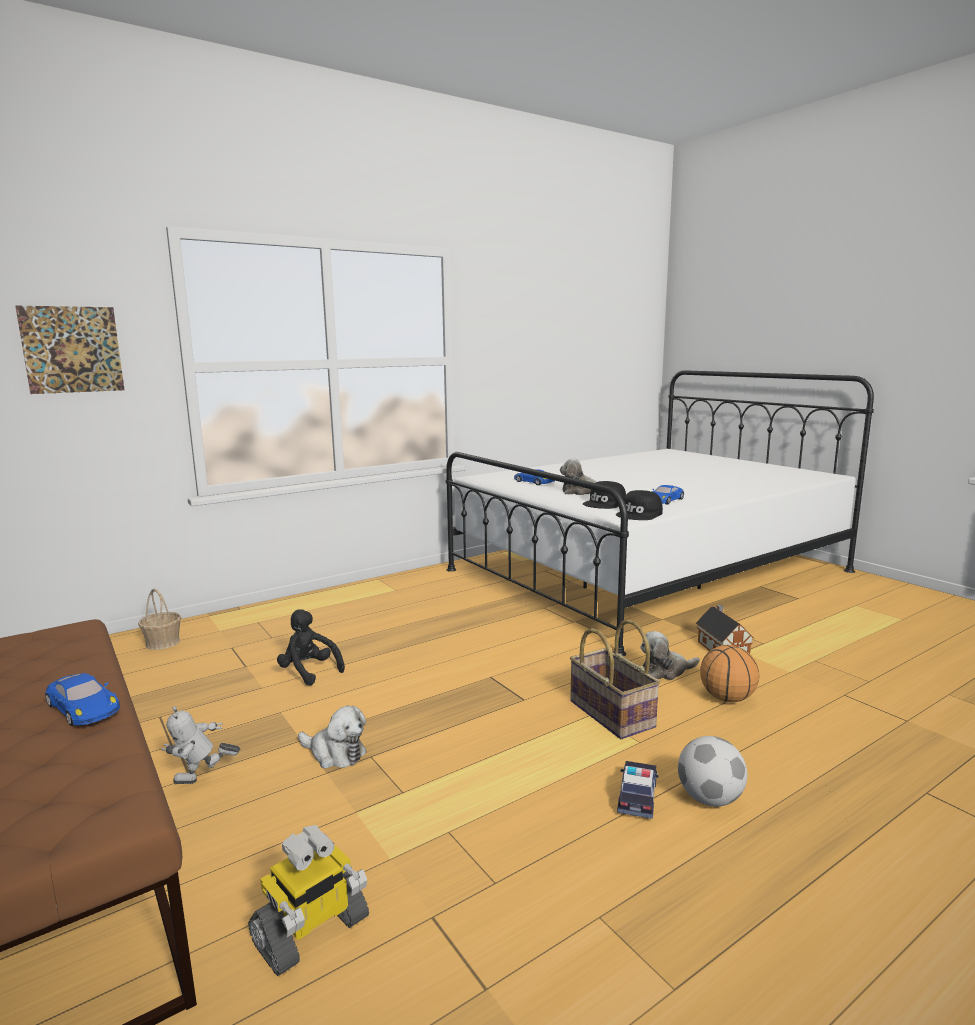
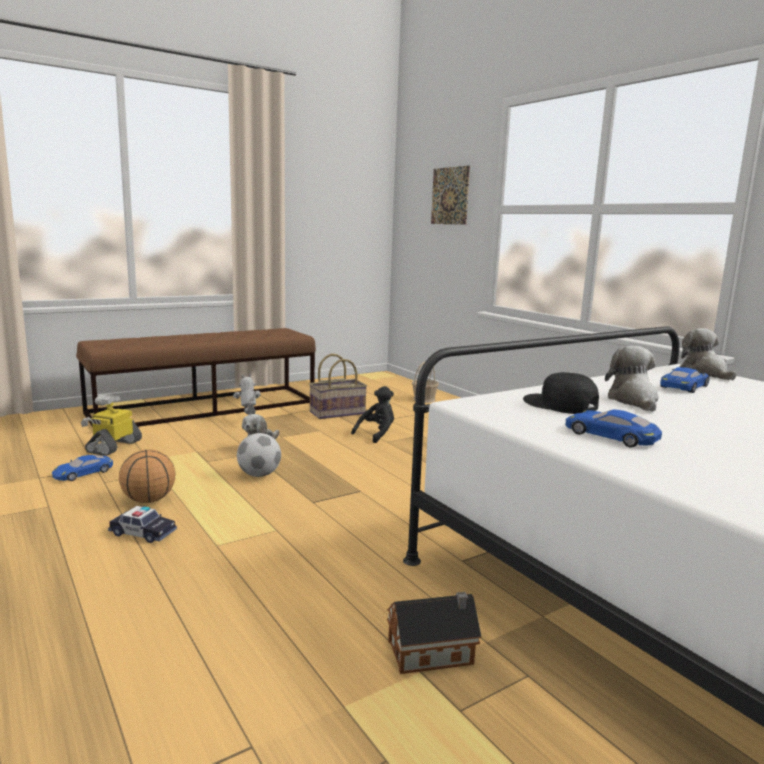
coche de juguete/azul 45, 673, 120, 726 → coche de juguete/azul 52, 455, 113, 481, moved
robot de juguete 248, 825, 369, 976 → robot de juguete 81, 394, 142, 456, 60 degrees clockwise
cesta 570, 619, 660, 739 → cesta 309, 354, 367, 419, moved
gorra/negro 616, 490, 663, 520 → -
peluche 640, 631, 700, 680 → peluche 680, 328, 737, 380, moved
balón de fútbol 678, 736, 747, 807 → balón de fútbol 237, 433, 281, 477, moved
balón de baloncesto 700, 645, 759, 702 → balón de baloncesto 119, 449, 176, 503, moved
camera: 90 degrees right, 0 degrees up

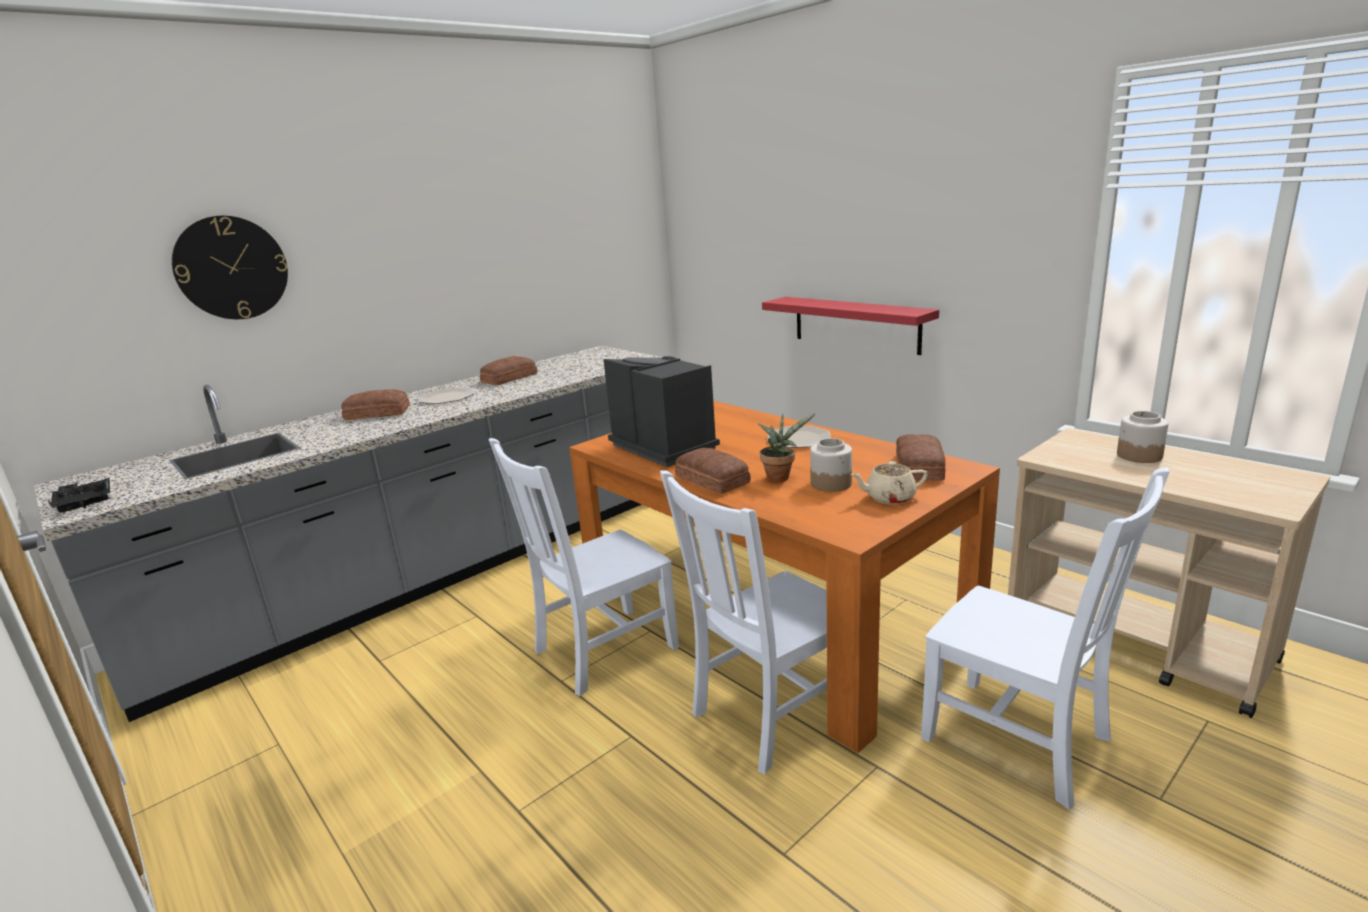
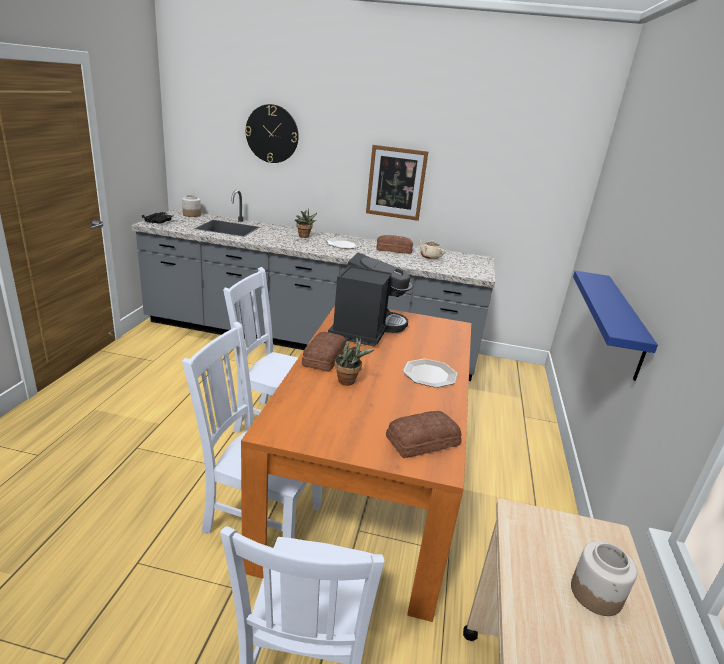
pan 341, 389, 410, 420 → planta en maceta 295, 208, 317, 238
estante/rojo 762, 297, 939, 355 → estante/azul 573, 271, 658, 381
tarro 810, 438, 852, 492 → tarro 182, 195, 201, 217, moved
tetera/beis 850, 461, 928, 504 → tetera/beis 419, 239, 445, 259, moved
- → cuadro 366, 145, 428, 221
camera: 50 degrees right, 5 degrees up

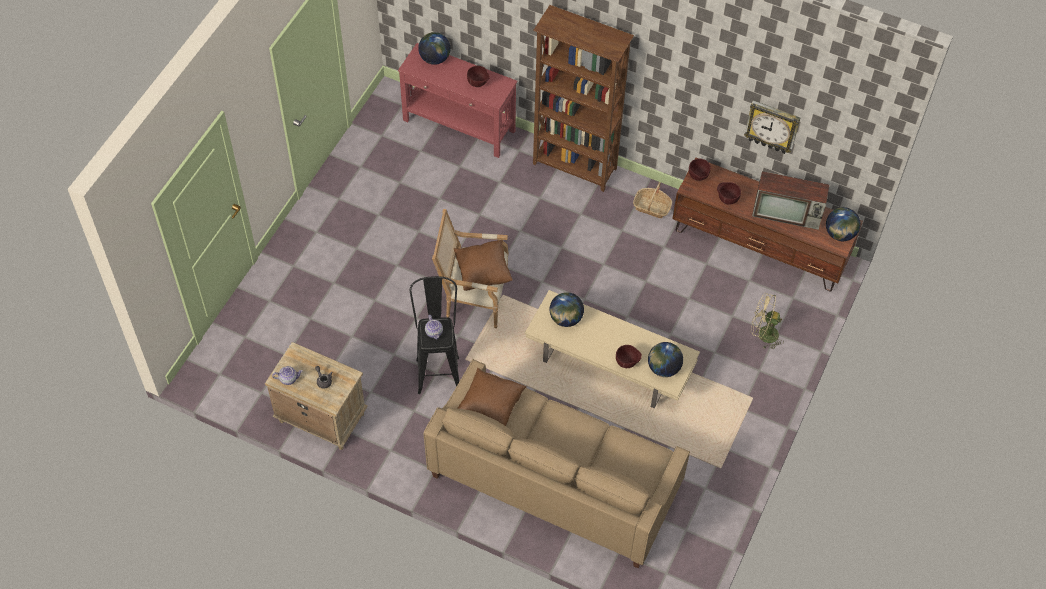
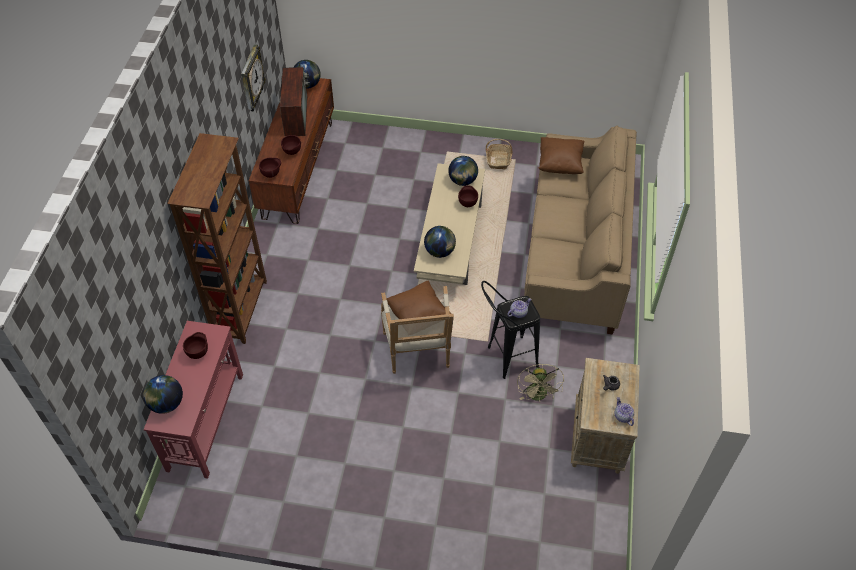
cojín/marrón 457, 368, 526, 426 → cojín/marrón 538, 137, 585, 174, moved
cesta 633, 182, 672, 218 → cesta 486, 139, 512, 170, moved
ventilador/beis 751, 293, 783, 349 → ventilador/beis 517, 364, 564, 402, moved
camera: 105 degrees left, 5 degrees down

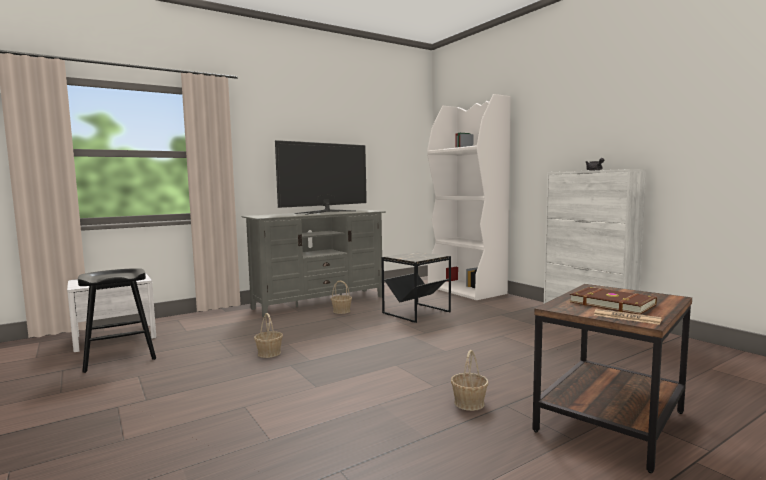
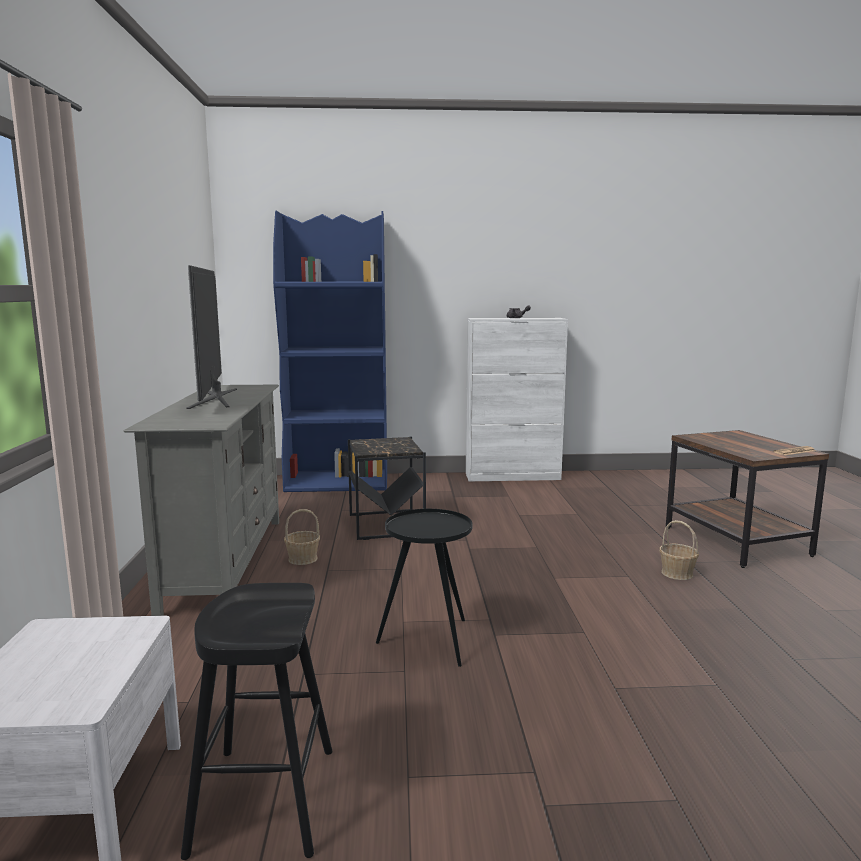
cesta 254, 313, 283, 358 → mesa auxiliar/negro 376, 509, 473, 667
estantería/blanco 427, 94, 511, 300 → estantería/azul 273, 210, 387, 492
libro/marrón 570, 287, 657, 315 → -
camera: 60 degrees left, 5 degrees up

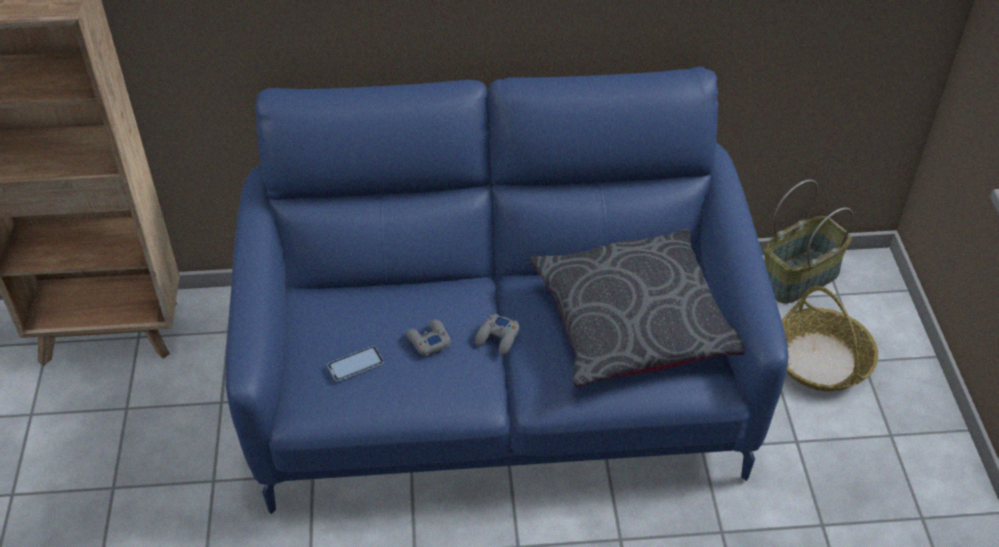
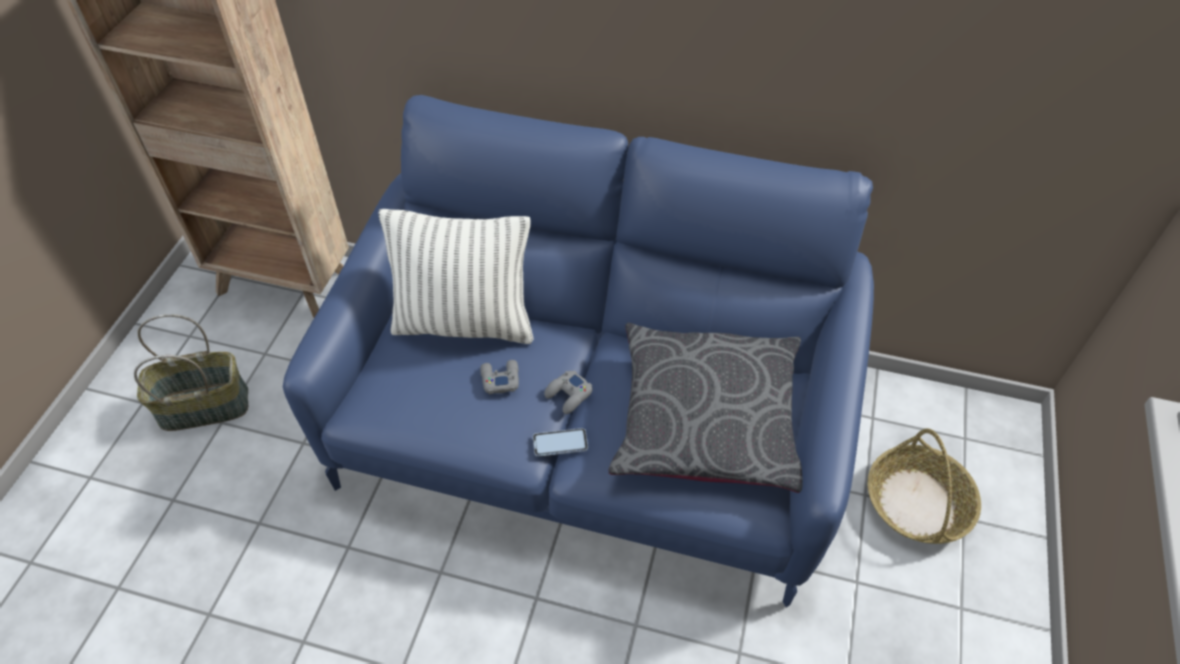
móvil 327, 346, 384, 382 → móvil 533, 428, 588, 457, moved
cesta 764, 180, 853, 304 → cesta 134, 314, 248, 431, moved
- → cojín 379, 209, 534, 344
camera: 20 degrees right, 5 degrees up

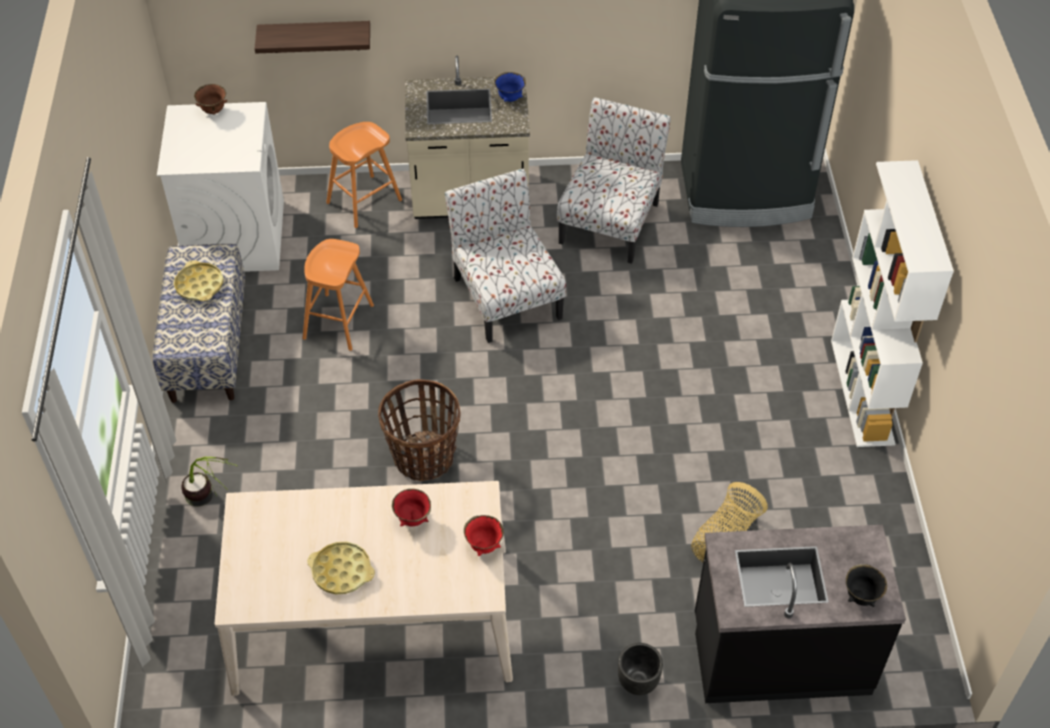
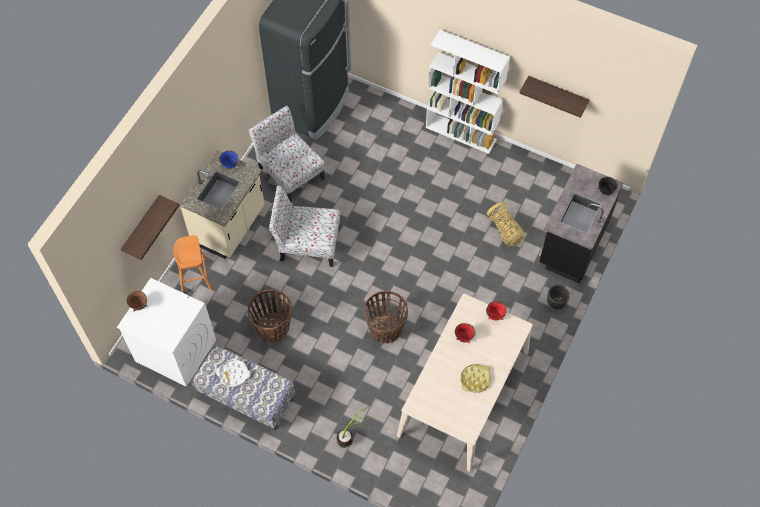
bandeja/amarillo 174, 260, 223, 301 → bandeja/blanco 216, 359, 251, 387
taburete/naranja 303, 239, 374, 351 → cesta 247, 289, 292, 342
- → estante 519, 76, 589, 118
camera: 60 degrees left, 10 degrees up

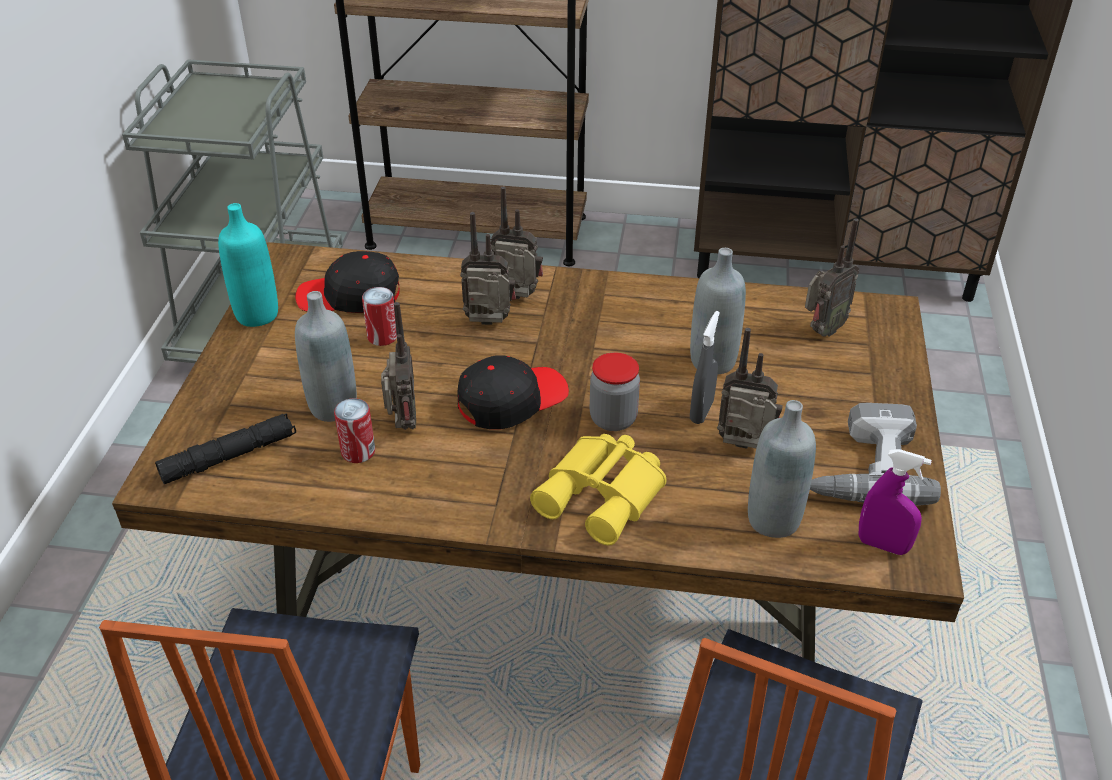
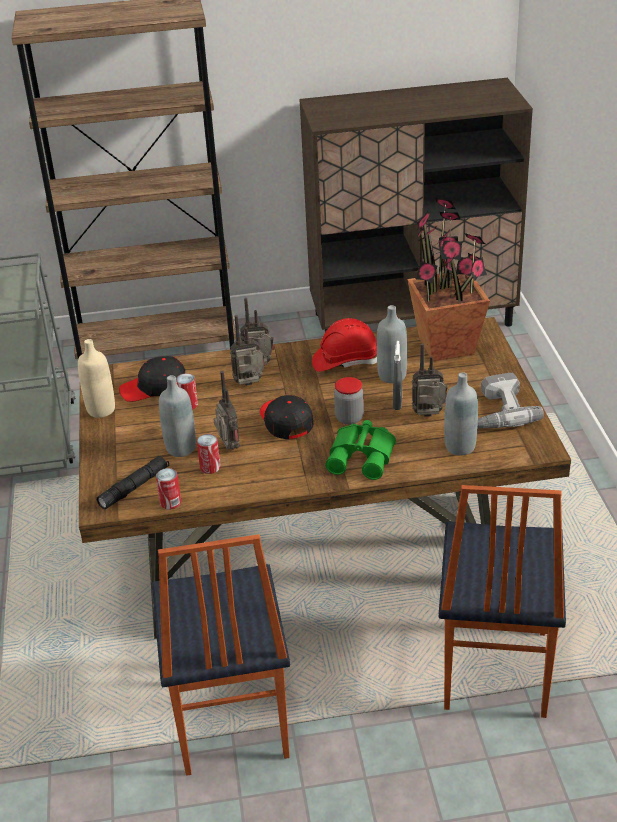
botella/turquesa 218, 203, 278, 327 → botella/beis 78, 339, 115, 418
gorra/negro 458, 355, 569, 429 → gorra/negro 260, 395, 314, 439, 60 degrees counterclockwise
prismáticos/amarillo 530, 434, 666, 546 → prismáticos/verde 325, 420, 396, 480
radio 805, 218, 859, 337 → planta en maceta 407, 198, 490, 361
pulverizador/morado 858, 449, 932, 555 → -
- → lata 156, 468, 181, 509
- → casco/rojo 312, 318, 377, 372
camera: 15 degrees left, 5 degrees down

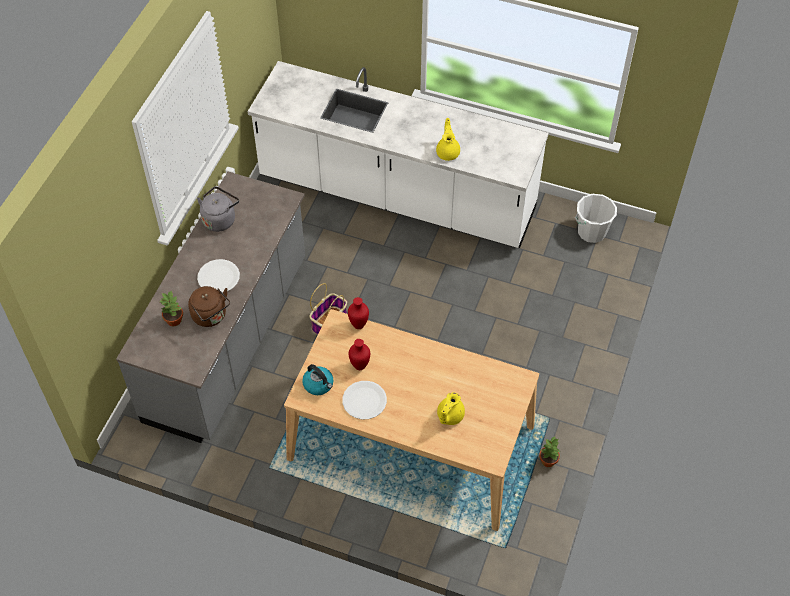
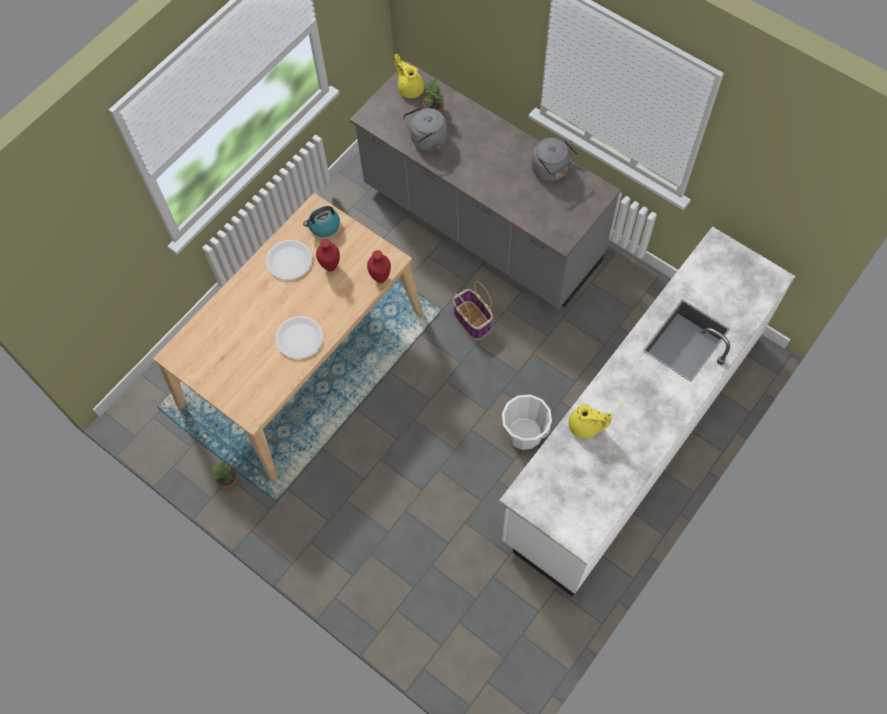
hervidor/marrón 188, 286, 230, 327 → hervidor/gris 403, 106, 447, 151
plato/blanco 197, 259, 240, 293 → plato/blanco 275, 316, 323, 359, moved
tetera/amarillo 437, 392, 465, 425 → tetera/amarillo 395, 54, 425, 98, moved
cubo/blanco 575, 194, 617, 243 → cubo/blanco 502, 394, 552, 450, moved
camera: 110 degrees right, 10 degrees up

